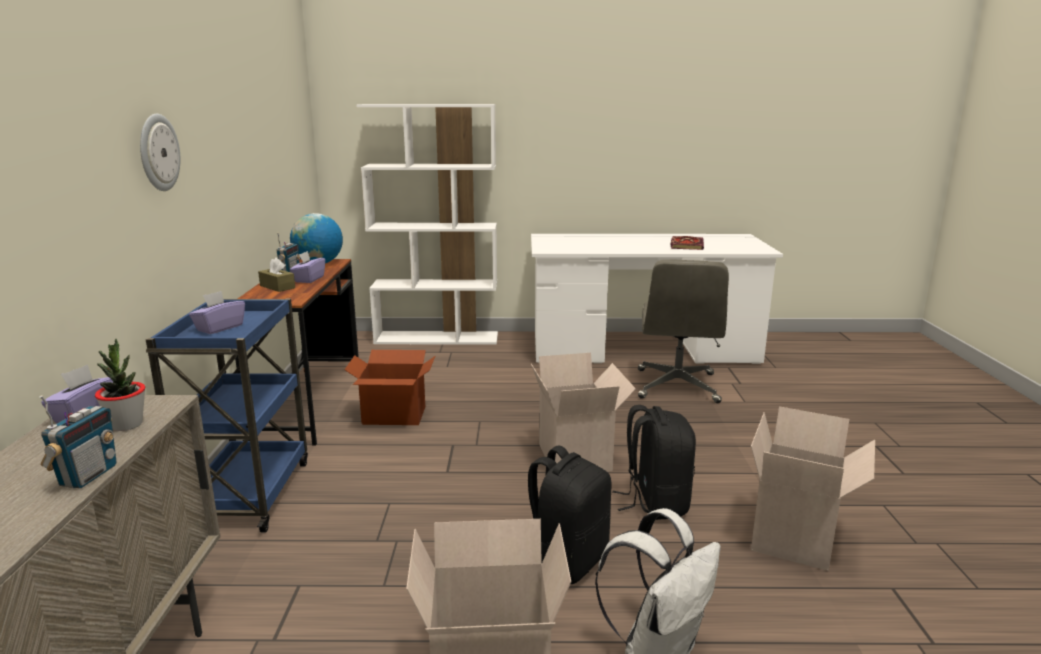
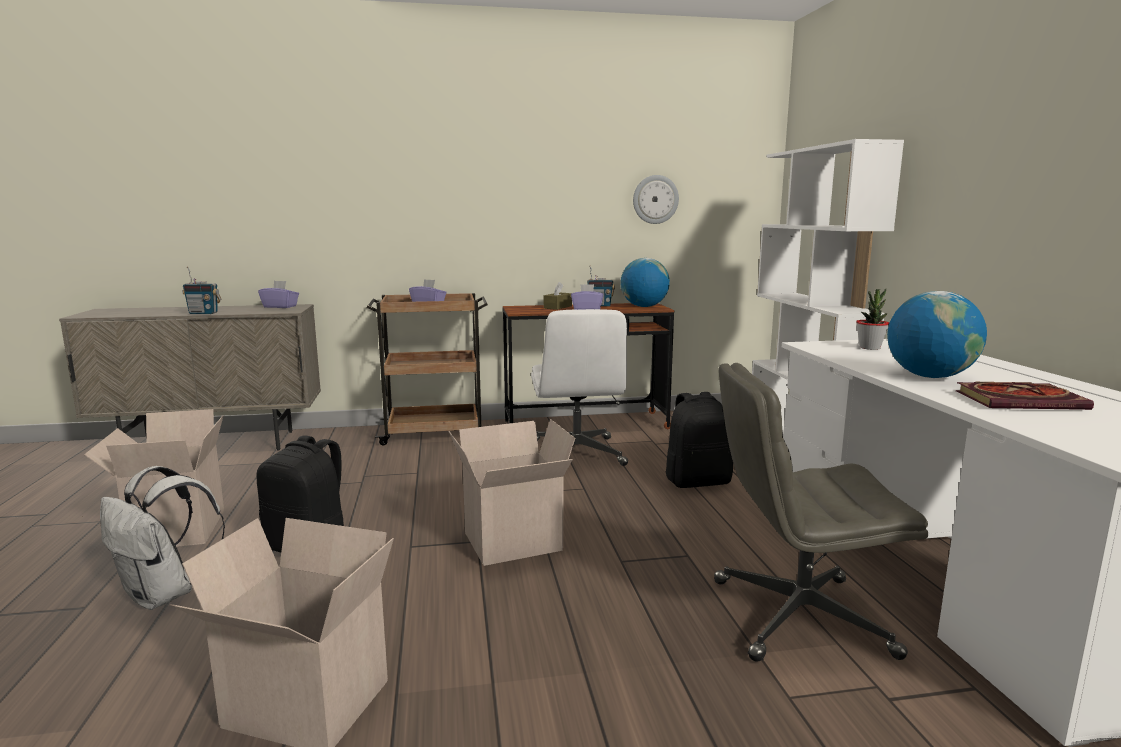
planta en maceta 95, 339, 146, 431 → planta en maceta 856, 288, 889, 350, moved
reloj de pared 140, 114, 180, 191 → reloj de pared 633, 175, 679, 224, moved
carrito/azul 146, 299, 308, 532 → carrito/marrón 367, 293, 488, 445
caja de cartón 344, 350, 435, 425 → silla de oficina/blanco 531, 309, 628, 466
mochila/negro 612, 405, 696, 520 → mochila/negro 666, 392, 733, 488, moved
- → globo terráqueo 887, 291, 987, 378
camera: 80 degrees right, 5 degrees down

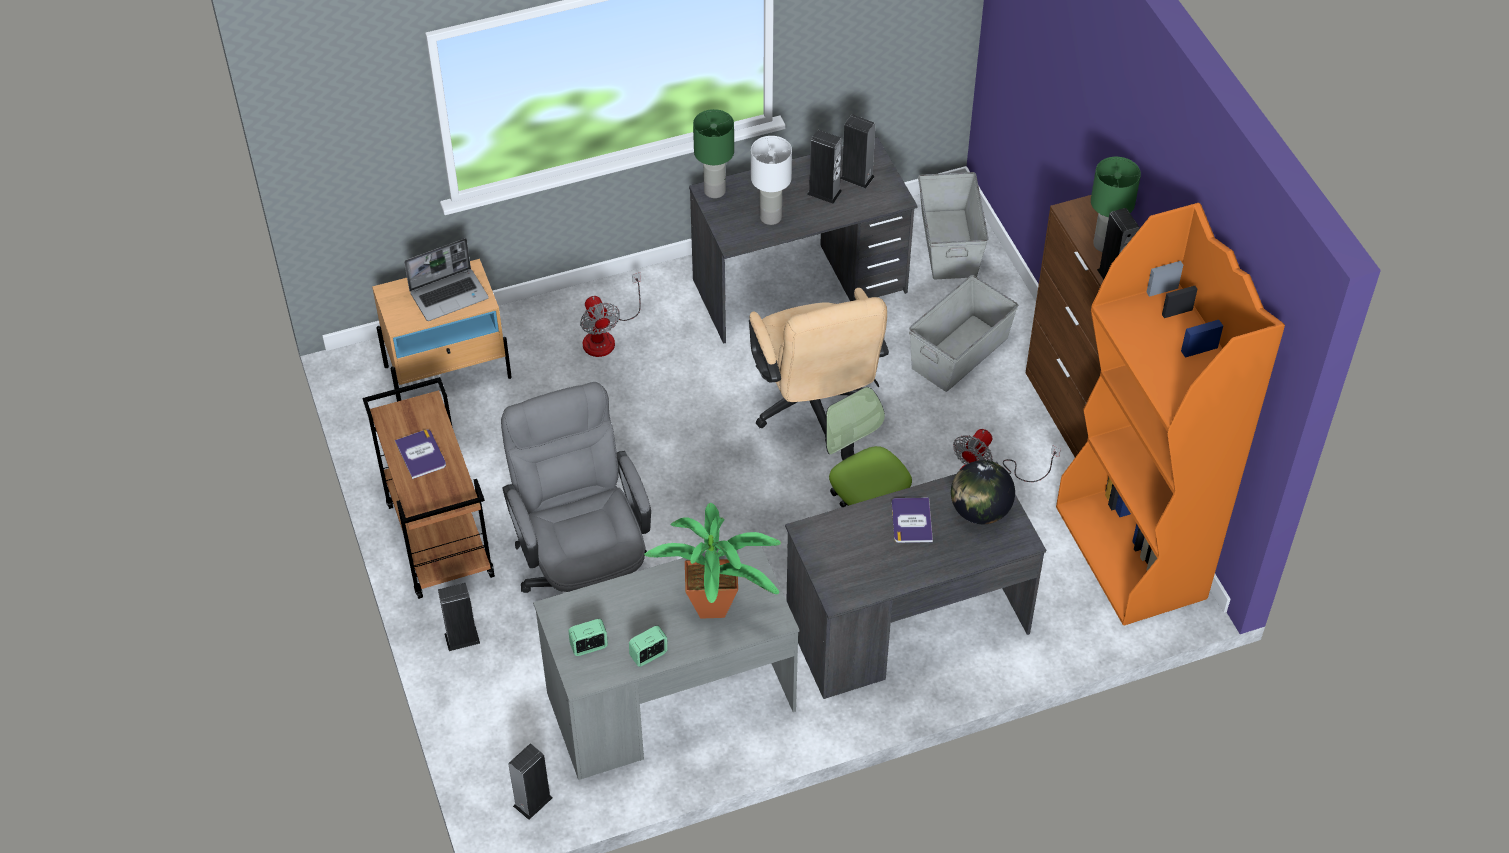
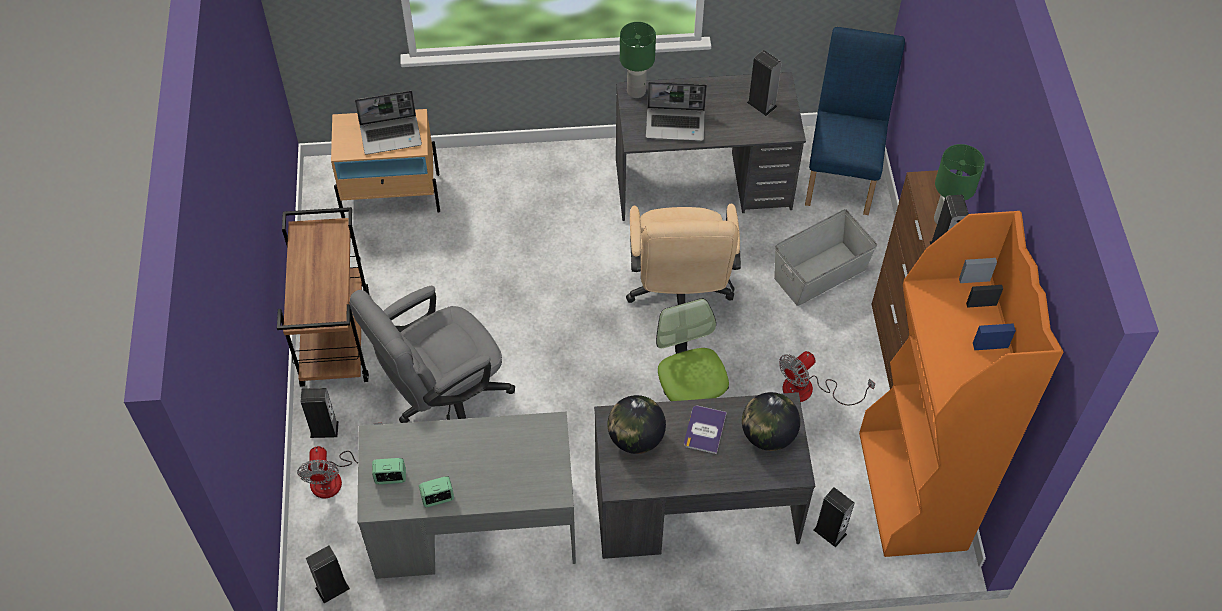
libro 395, 429, 446, 479 → -
silla de oficina/gris 501, 382, 651, 593 → silla de oficina/gris 349, 286, 515, 423, 120 degrees counterclockwise
ventilador 580, 273, 641, 357 → ventilador 297, 423, 382, 498, moved
planta en maceta 644, 503, 781, 619 → -
lámpara de mesa/blanco 751, 136, 792, 225 → portátil 646, 82, 707, 141
altavoz 807, 130, 842, 204 → altavoz 813, 487, 855, 547, moved
caja de almacenaje/gris 918, 172, 989, 279 → silla/azul 805, 27, 905, 215
- → globo terráqueo 607, 395, 666, 454
camera: 15 degrees right, 5 degrees up

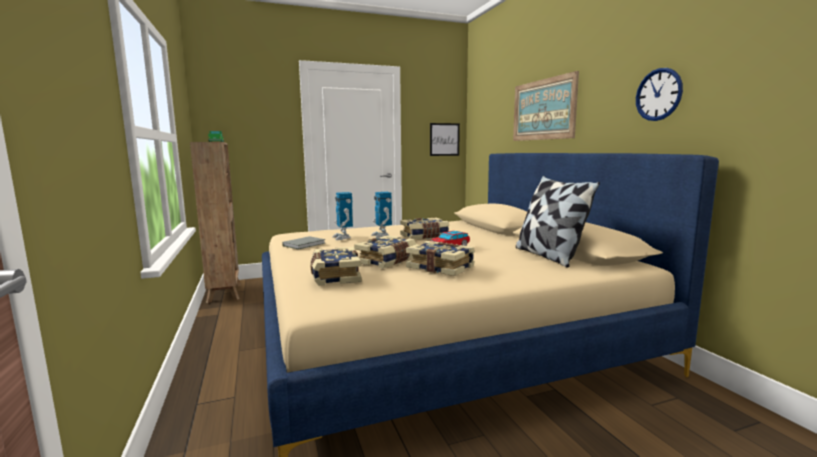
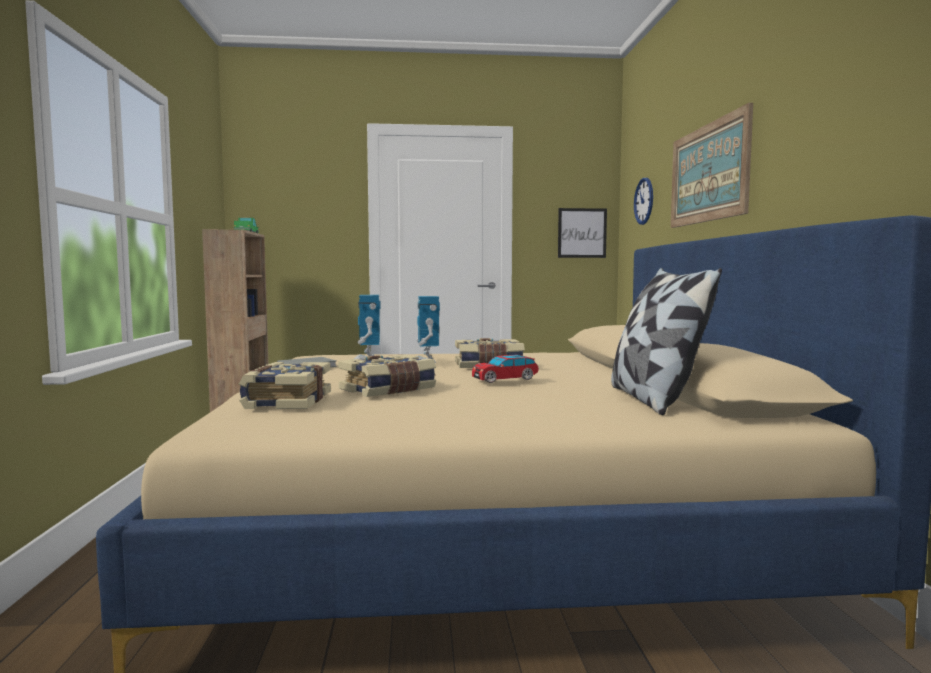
libro 406, 241, 475, 276 → -
reloj de pared 636, 68, 683, 121 → reloj de pared 634, 178, 653, 225, moved
camera: 15 degrees right, 5 degrees down

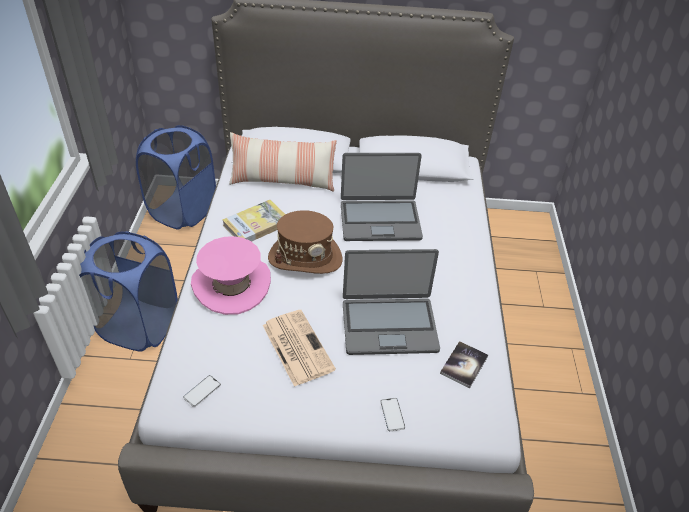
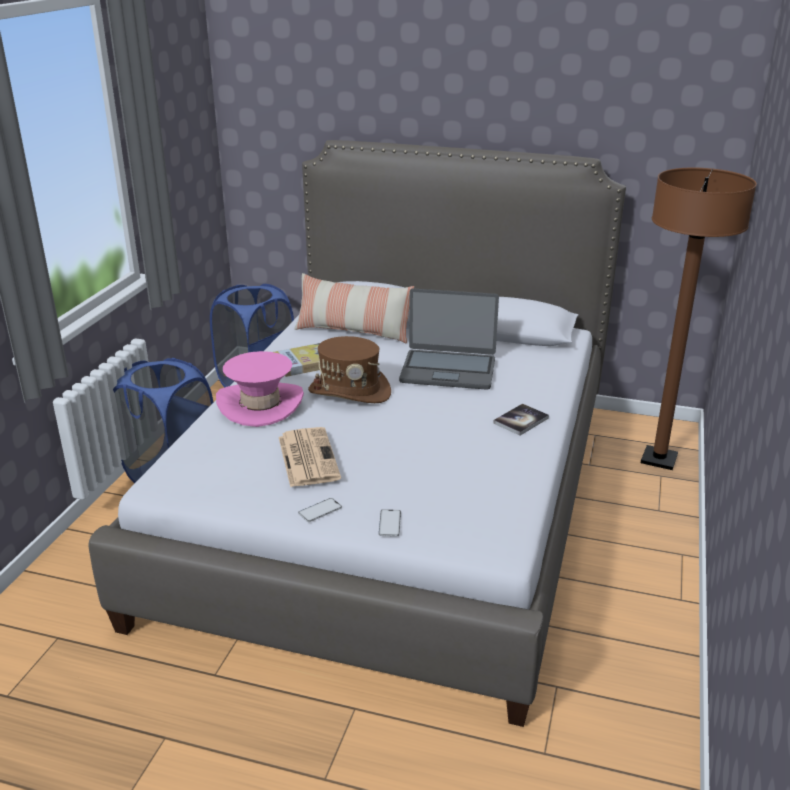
móvil 183, 375, 221, 407 → móvil 298, 498, 342, 522, moved
portátil 343, 249, 440, 355 → -
libro 440, 341, 488, 389 → libro 493, 404, 549, 436, moved
- → lámpara de pie/marrón 641, 168, 757, 470
camera: 15 degrees right, 15 degrees down

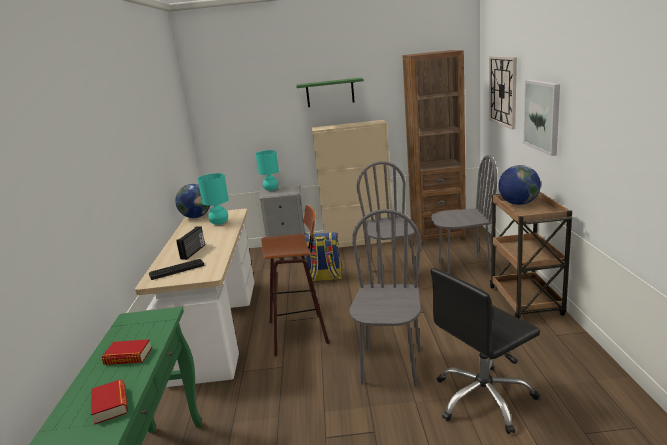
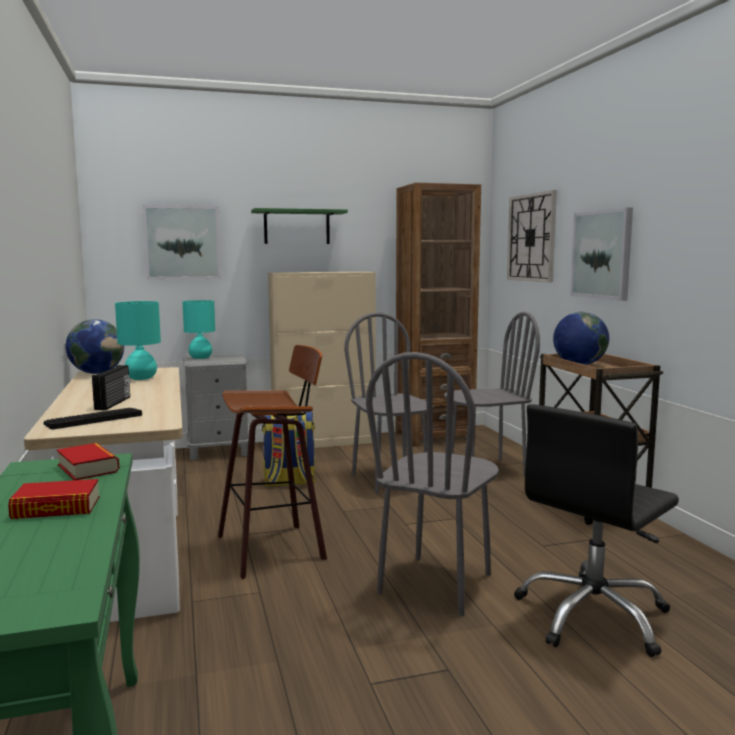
libro 91, 379, 128, 425 → libro 57, 443, 120, 480, moved
silla/gris 349, 209, 421, 387 → silla/gris 366, 352, 499, 616, 150 degrees counterclockwise
- → cuadro 142, 205, 221, 280
camera: 15 degrees left, 10 degrees down

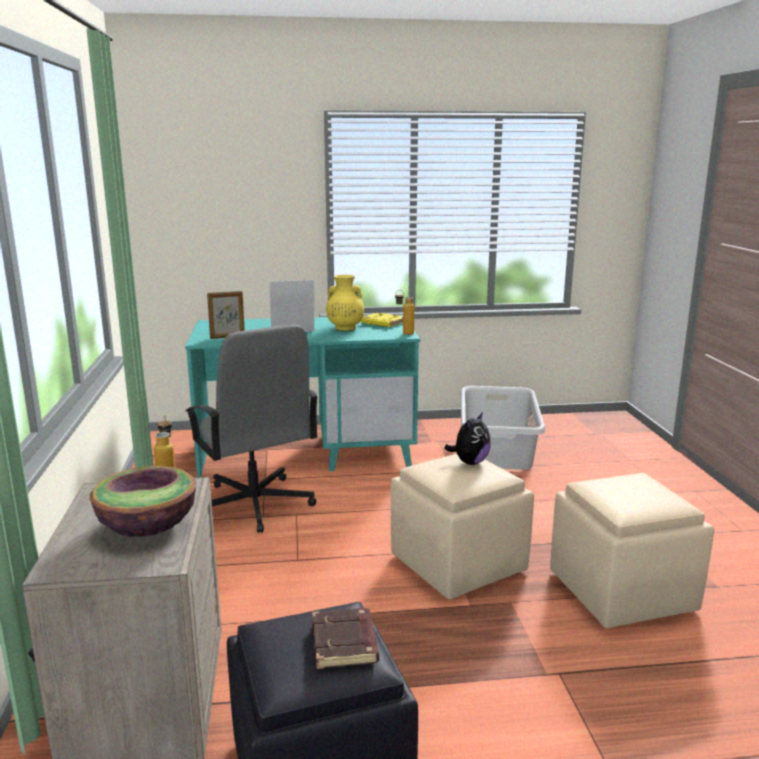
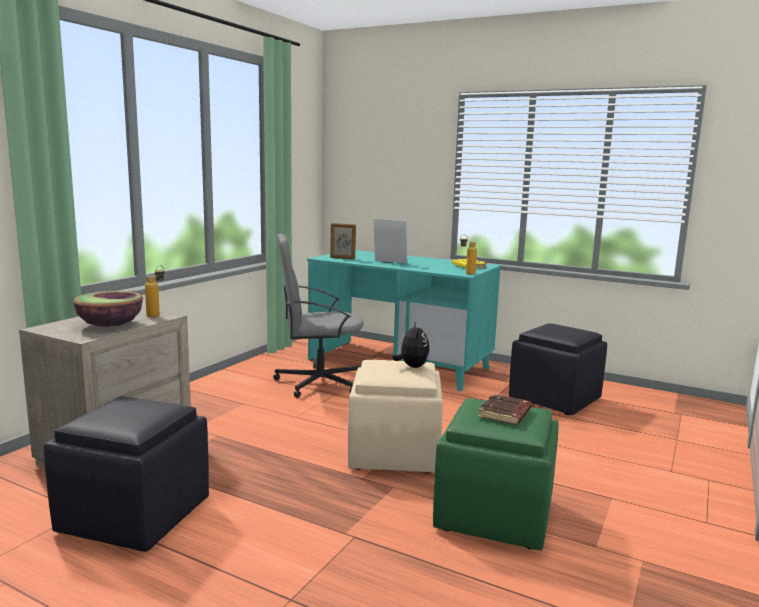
silla de oficina/gris 186, 324, 319, 533 → silla de oficina/gris 273, 234, 364, 398, 75 degrees clockwise
libro/marrón 312, 608, 379, 669 → libro/marrón 478, 394, 532, 425, moved
florero/amarillo 326, 275, 364, 331 → -
peluche 444, 412, 491, 465 → peluche 392, 322, 430, 368, 75 degrees counterclockwise
cesto de la ropa/gris 461, 386, 545, 470 → puf/negro 509, 323, 607, 415
puf/beis 550, 473, 714, 628 → puf/verde 433, 398, 559, 550
camera: 35 degrees right, 5 degrees down

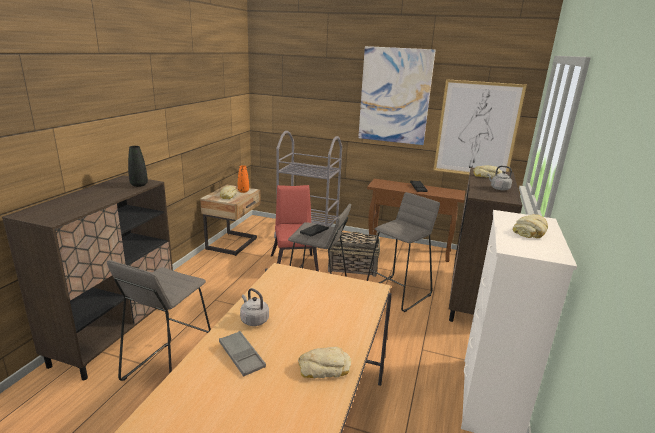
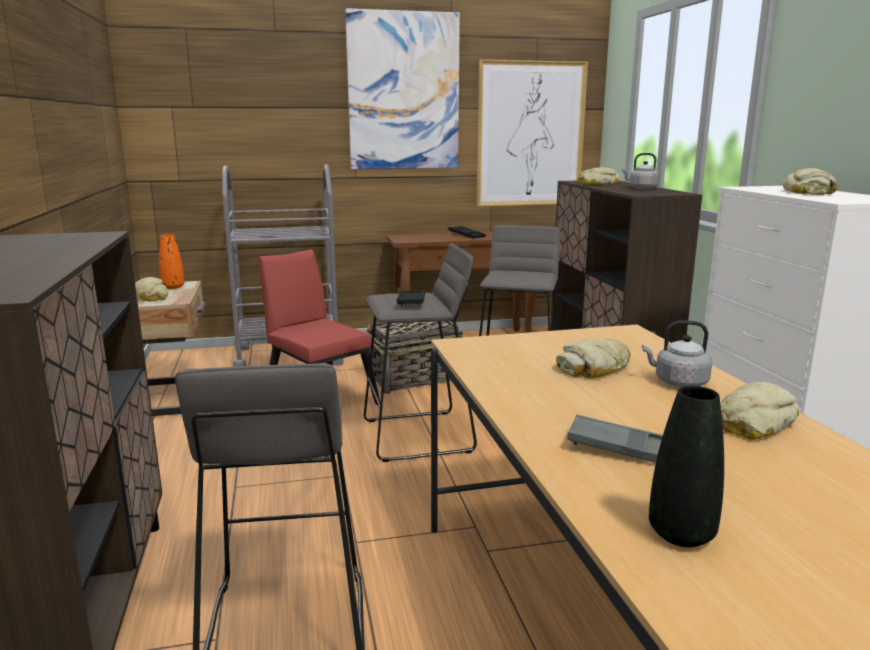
florero/negro 128, 146, 148, 187 → florero/negro 649, 386, 724, 547, moved
hervidor/gris 240, 288, 269, 326 → hervidor/gris 642, 320, 712, 387, moved
- → pan 556, 338, 631, 378
camera: 30 degrees left, 5 degrees down

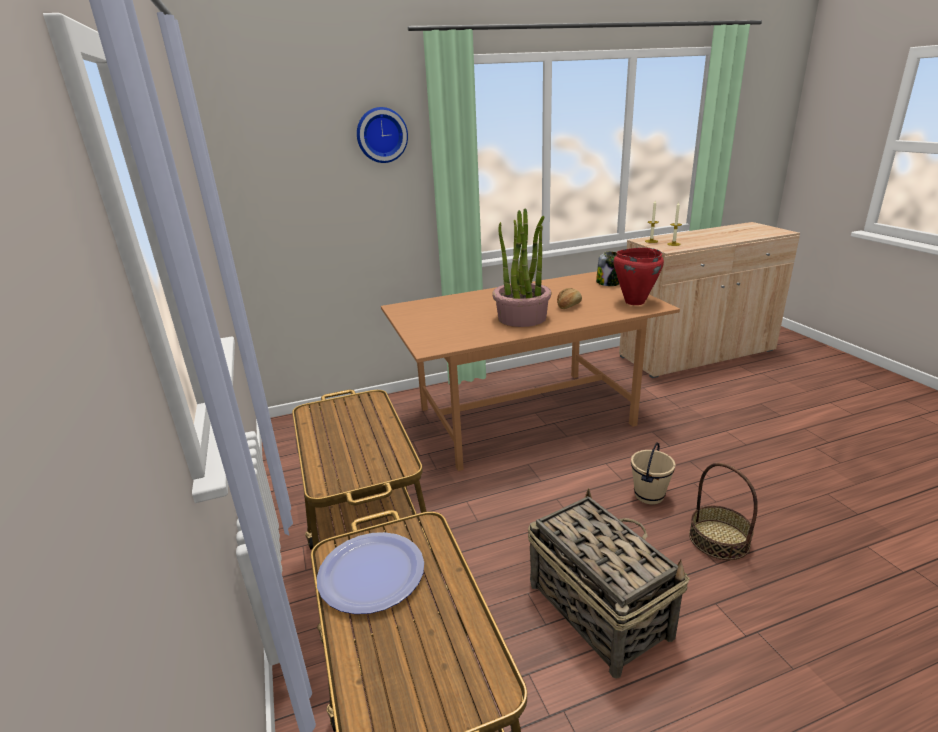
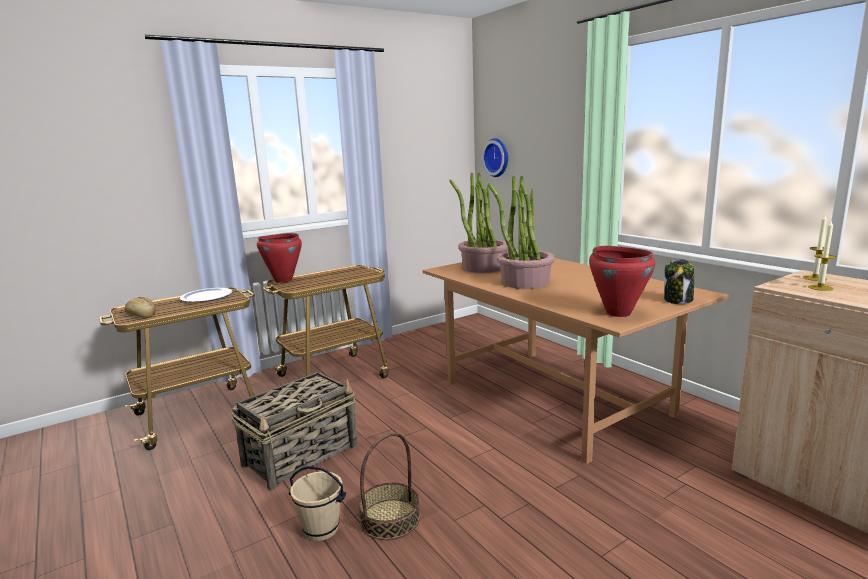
reloj de pared 357, 107, 408, 163 → reloj de pared 482, 138, 508, 177, moved
pan 557, 288, 582, 309 → pan 124, 297, 156, 318, moved
cubo/beis 631, 442, 676, 504 → cubo/beis 289, 466, 346, 541, moved
- → olla/rojo 257, 233, 302, 283
- → planta en maceta 449, 173, 508, 273
camera: 75 degrees right, 10 degrees down

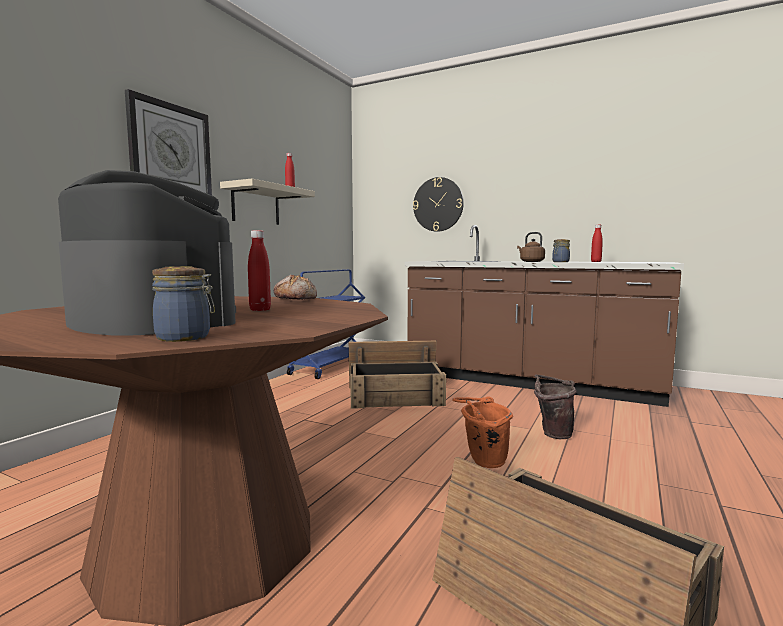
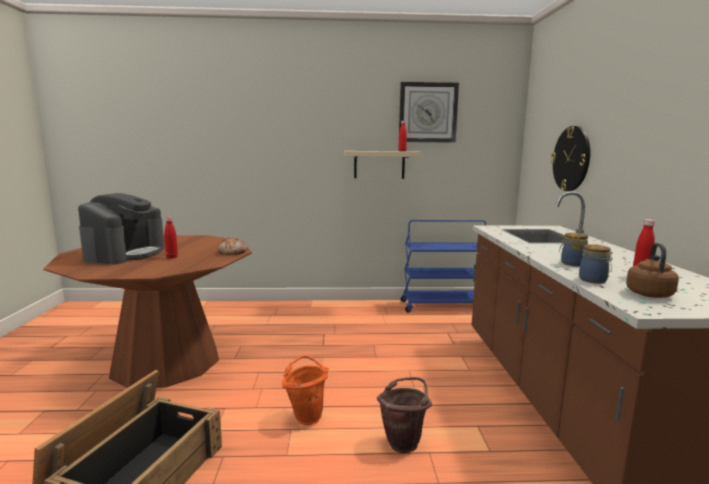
reloj de pared 125, 89, 212, 195 → reloj de pared 399, 82, 459, 143, moved
tarro 152, 266, 215, 342 → tarro 579, 244, 613, 284, moved
caja de embalaje 349, 341, 446, 409 → -
hervidor/marrón 517, 232, 545, 262 → hervidor/marrón 626, 243, 679, 298, moved
camera: 60 degrees right, 5 degrees up

